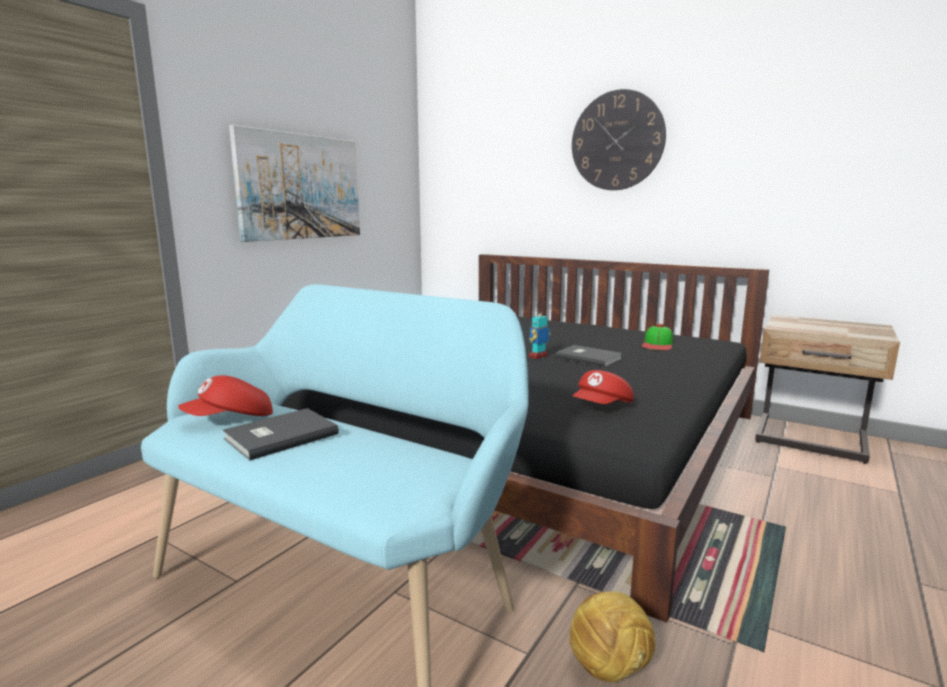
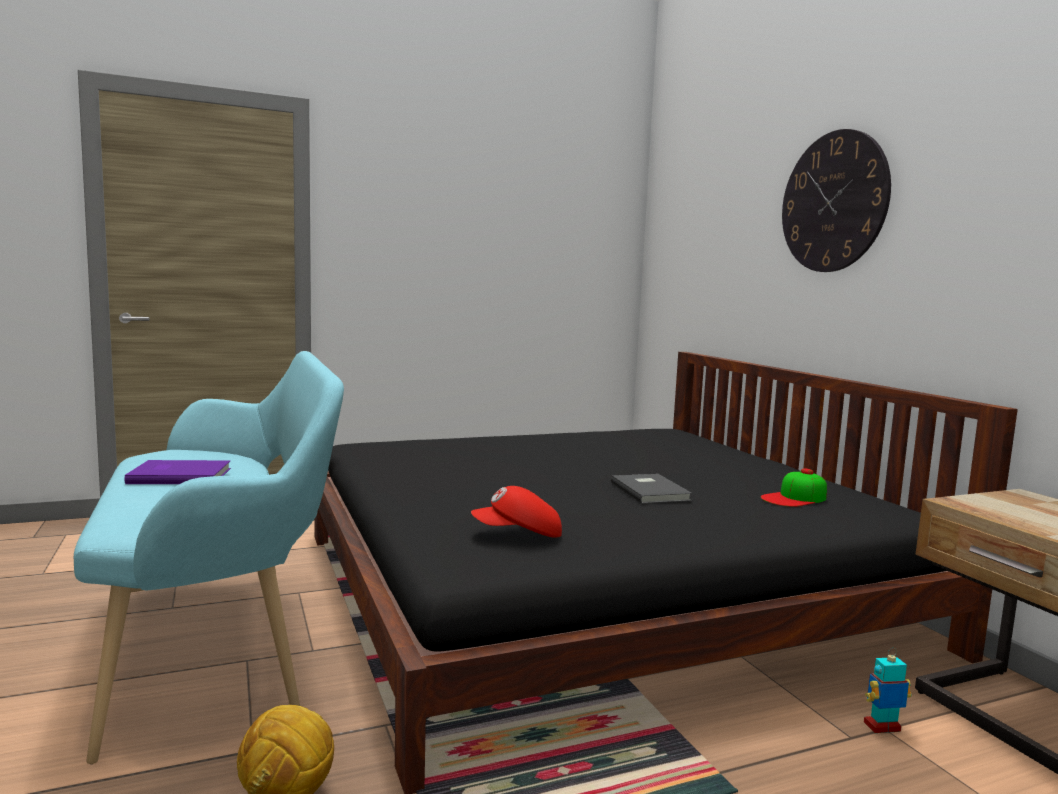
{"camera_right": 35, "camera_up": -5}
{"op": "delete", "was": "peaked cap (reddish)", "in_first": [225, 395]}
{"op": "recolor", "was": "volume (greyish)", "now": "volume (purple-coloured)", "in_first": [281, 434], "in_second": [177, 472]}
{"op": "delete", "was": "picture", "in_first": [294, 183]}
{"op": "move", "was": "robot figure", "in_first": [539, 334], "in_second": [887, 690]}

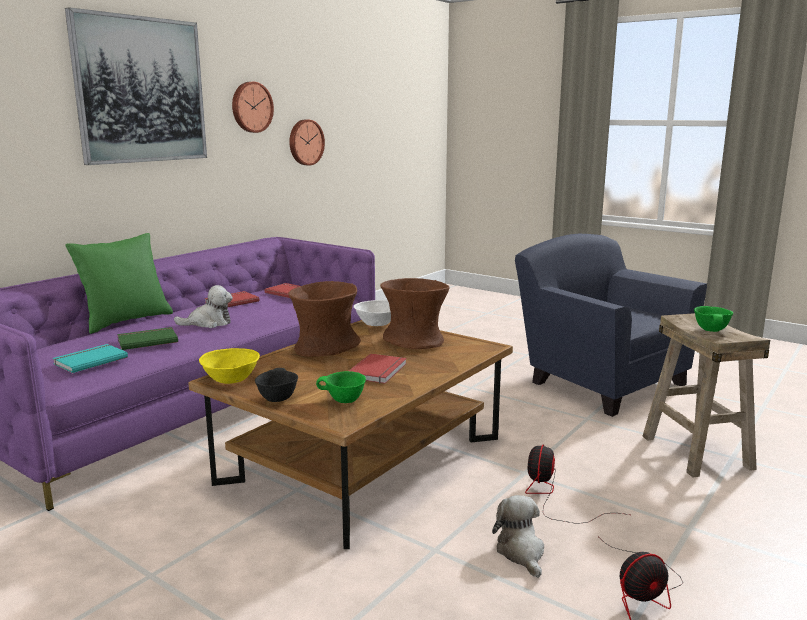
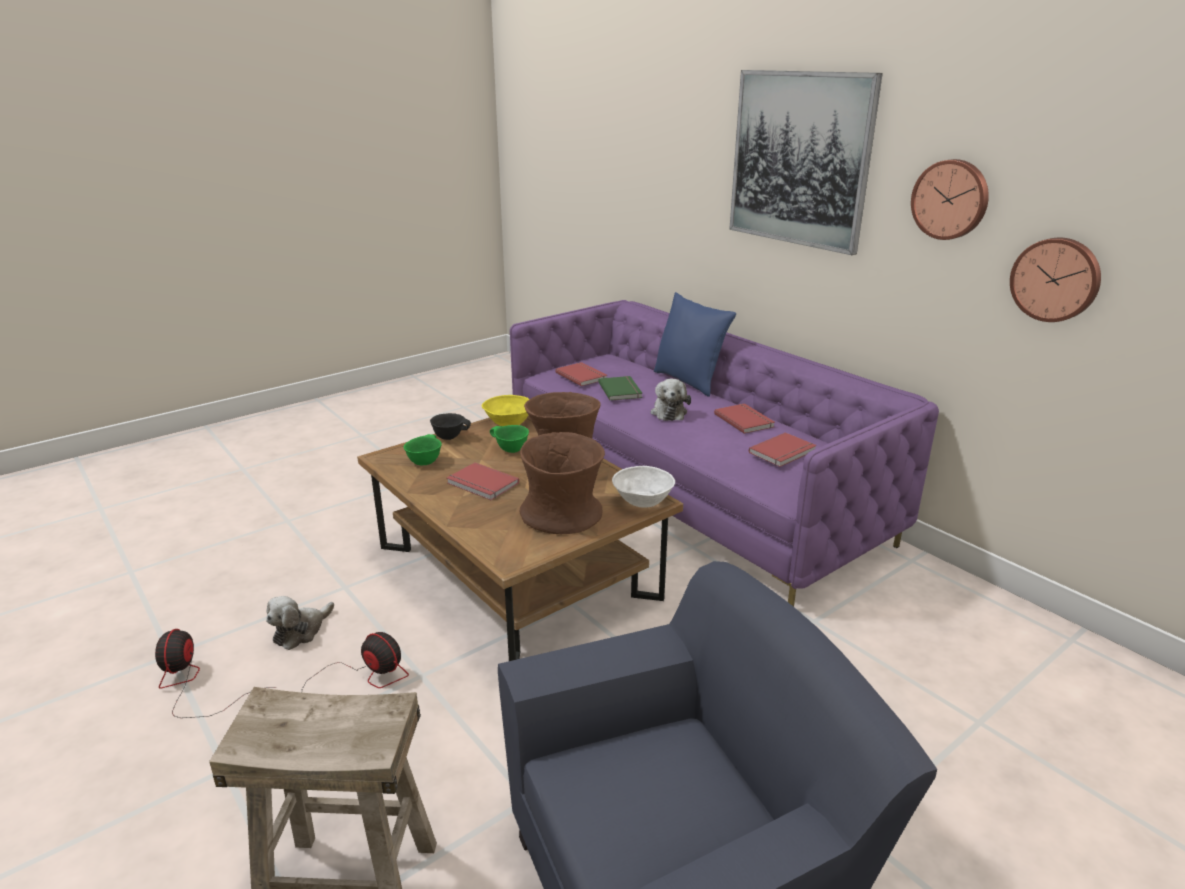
{"camera_right": 105, "camera_up": 10}
{"op": "recolor", "was": "volume (blue-green)", "now": "volume (reddish)", "in_first": [90, 358], "in_second": [581, 374]}
{"op": "recolor", "was": "throw pillow (greenish)", "now": "throw pillow (blue-coloured)", "in_first": [119, 283], "in_second": [695, 344]}
{"op": "rotate", "was": "soft toy", "in_first": [518, 536], "in_second": [300, 623], "clockwise": 120}
{"op": "move", "was": "bowl (greenish)", "in_first": [713, 319], "in_second": [509, 439]}

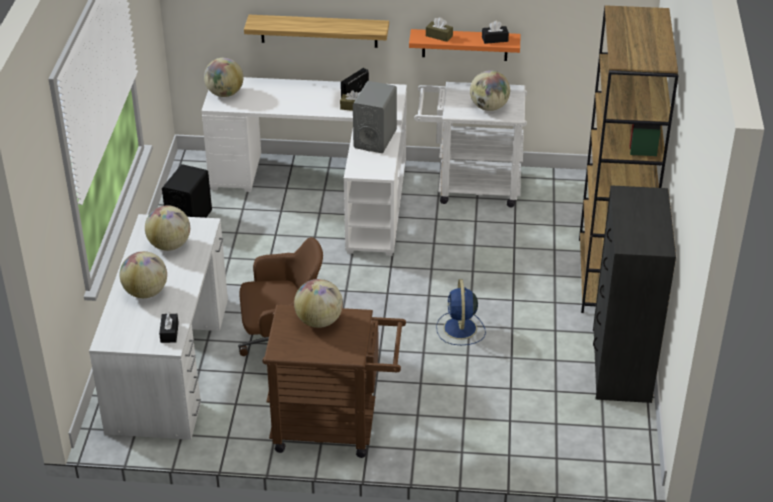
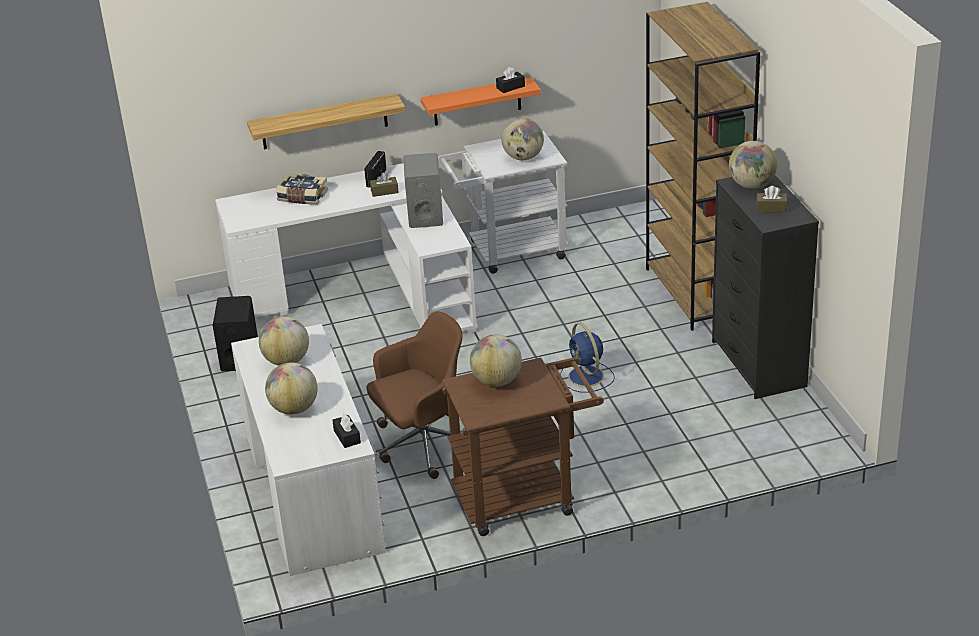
{"camera_right": -20, "camera_up": -5}
{"op": "move", "was": "globe", "in_first": [224, 77], "in_second": [753, 165]}
{"op": "move", "was": "tissue holder (brown-coloured)", "in_first": [439, 29], "in_second": [772, 199]}
{"op": "insert", "now": "volume", "in_second": [302, 189]}

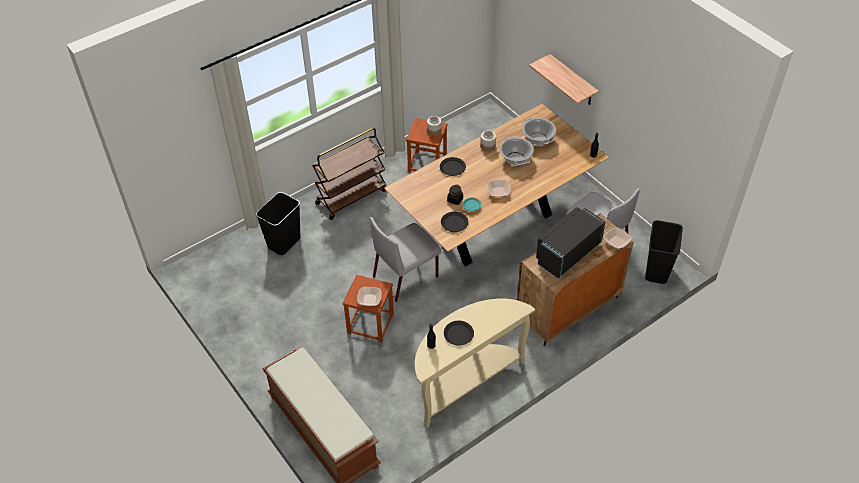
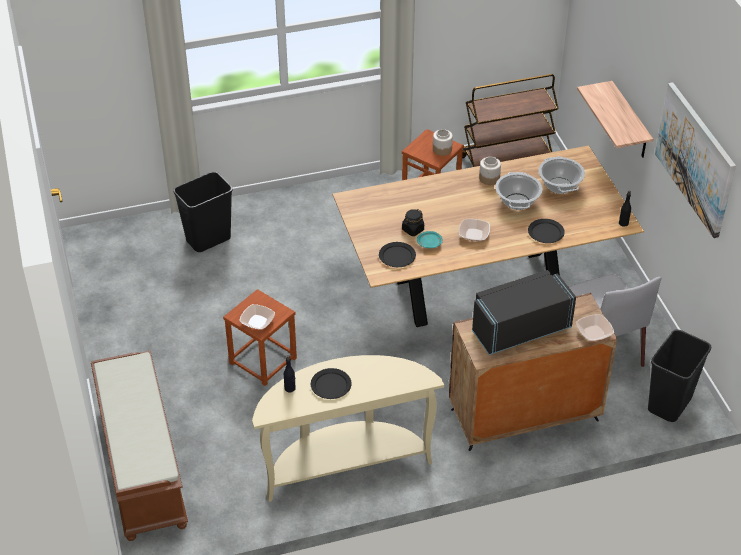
{"camera_right": 20, "camera_up": -5}
{"op": "move", "was": "trolley (brown-coloured)", "in_first": [349, 174], "in_second": [510, 120]}
{"op": "delete", "was": "chair (greyish)", "in_first": [405, 259]}
{"op": "move", "was": "flat dish (blackish)", "in_first": [453, 166], "in_second": [546, 231]}
{"op": "insert", "now": "picture", "in_second": [695, 160]}

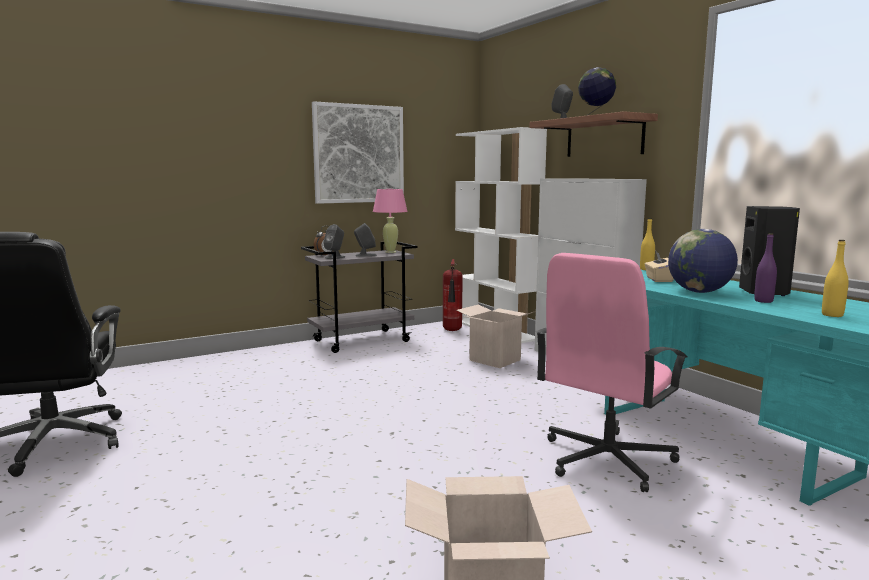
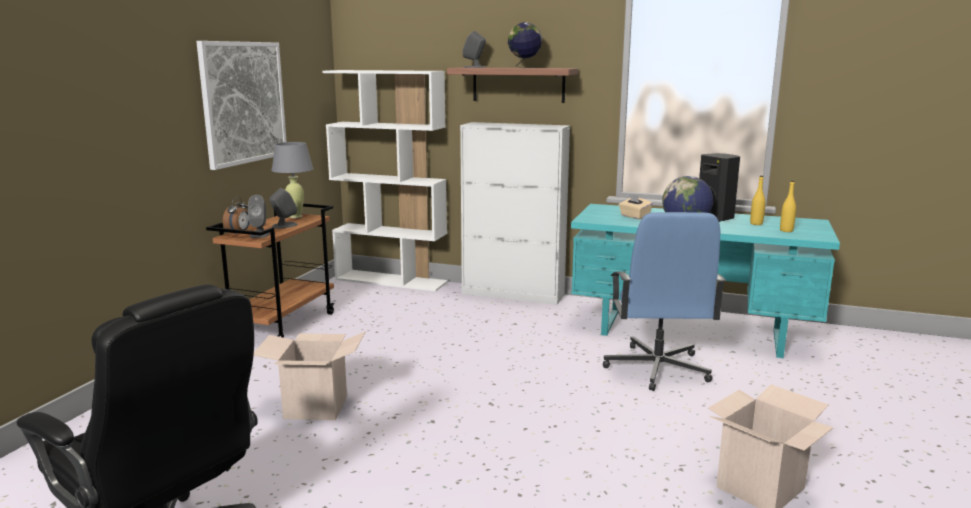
{"camera_right": -40, "camera_up": 5}
{"op": "recolor", "was": "trolley (greyish)", "now": "trolley (brown-coloured)", "in_first": [359, 297], "in_second": [270, 271]}
{"op": "recolor", "was": "table lamp (pink-coloured)", "now": "table lamp (greyish)", "in_first": [390, 221], "in_second": [292, 180]}
{"op": "delete", "was": "extinguisher", "in_first": [453, 295]}
{"op": "move", "was": "carton", "in_first": [496, 336], "in_second": [310, 375]}
{"op": "recolor", "was": "office chair (pink-coloured)", "now": "office chair (blue-coloured)", "in_first": [612, 372], "in_second": [664, 301]}
{"op": "move", "was": "bottle (yellow)", "in_first": [647, 244], "in_second": [757, 200]}
{"op": "delete", "was": "bottle (purple-coloured)", "in_first": [765, 268]}

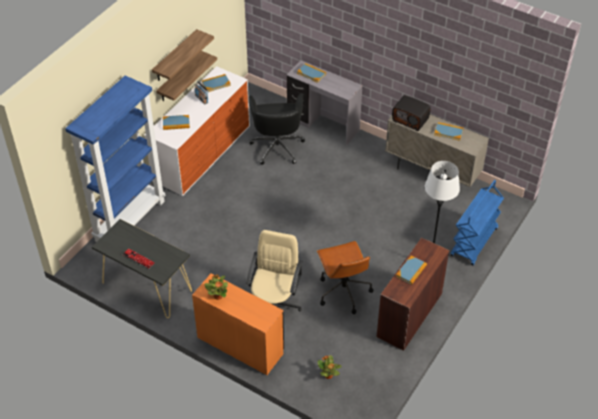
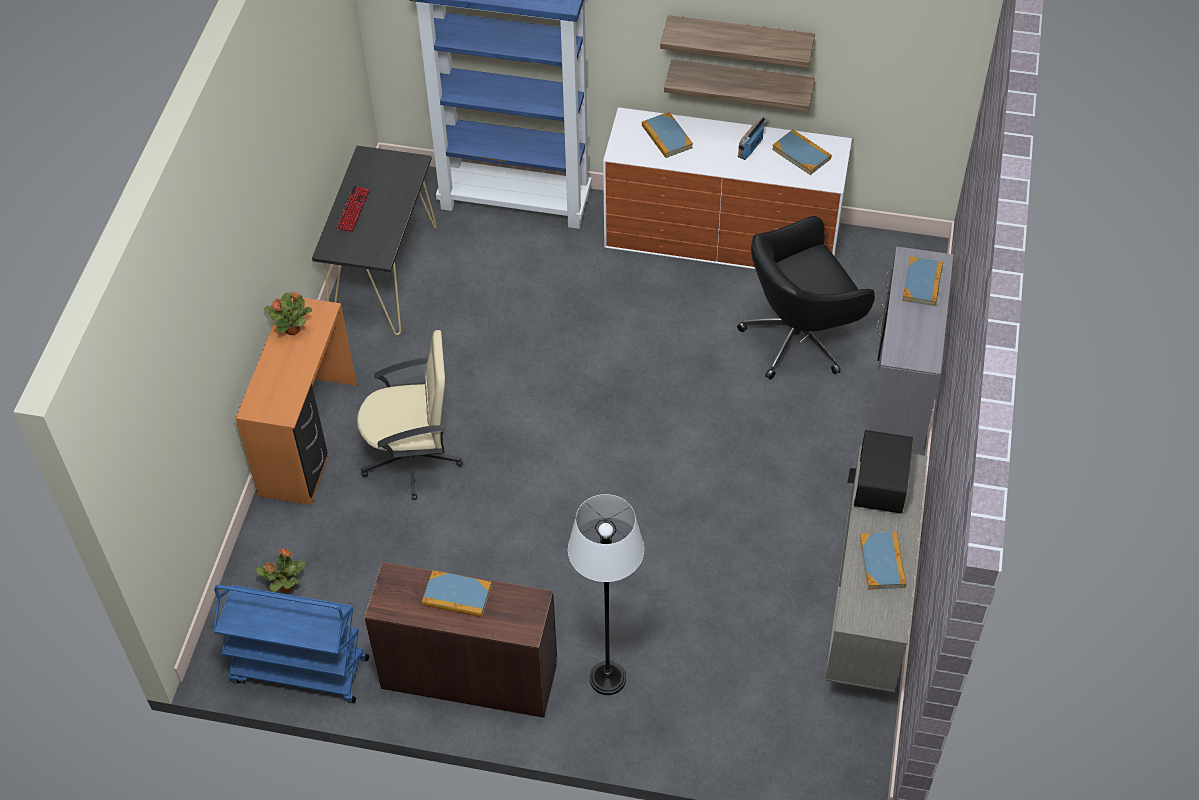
{"camera_right": 70, "camera_up": 5}
{"op": "delete", "was": "office chair (brown-coloured)", "in_first": [345, 277]}
{"op": "move", "was": "trolley (blue-coloured)", "in_first": [477, 223], "in_second": [291, 644]}

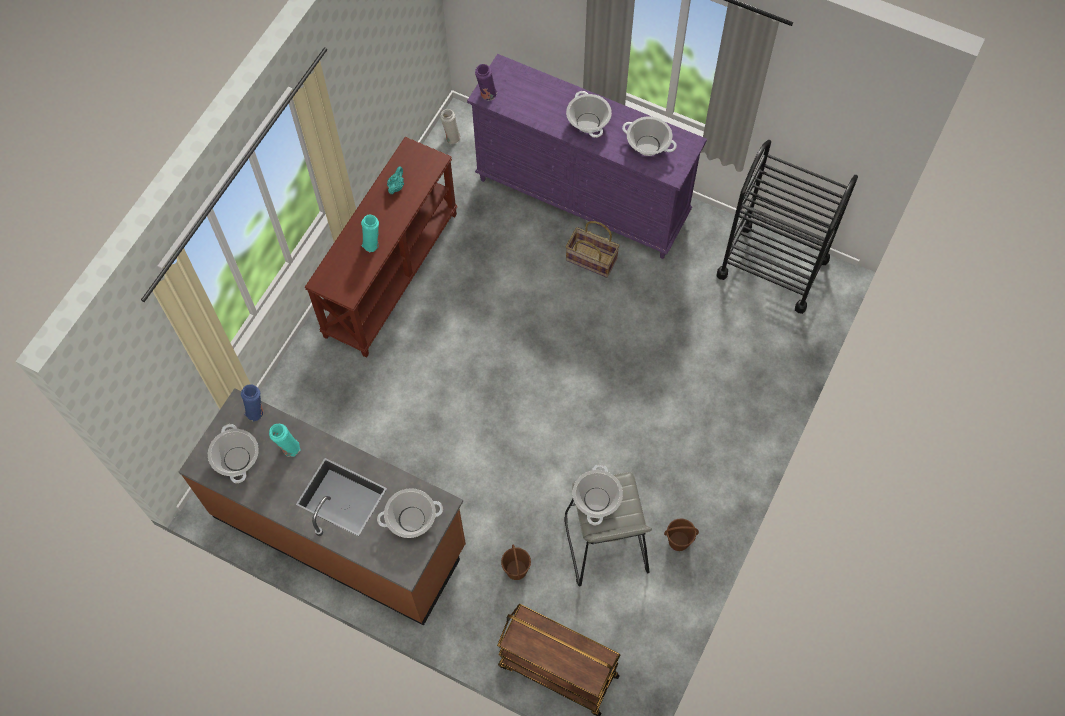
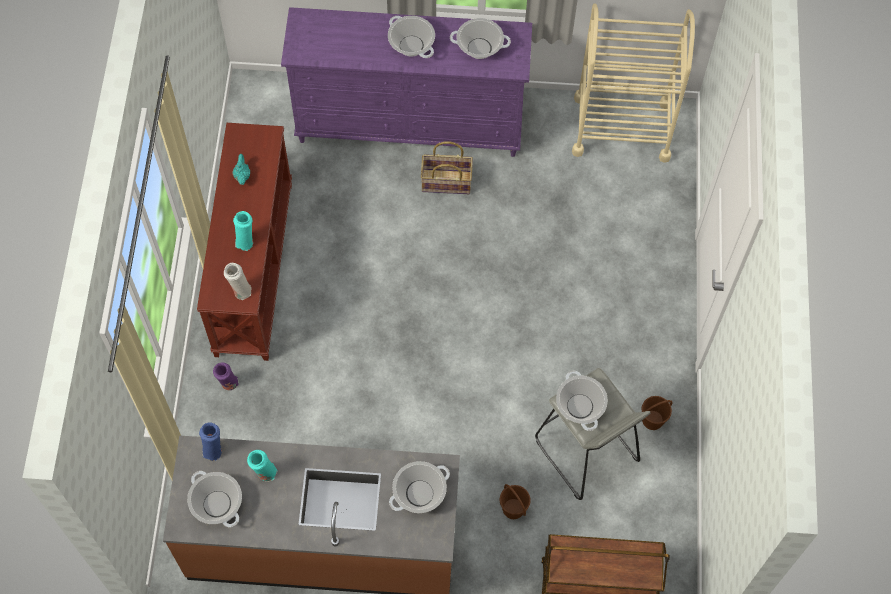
{"camera_right": -25, "camera_up": 0}
{"op": "move", "was": "decorative vase (white)", "in_first": [450, 126], "in_second": [237, 281]}
{"op": "move", "was": "decorative vase (purple-coloured)", "in_first": [486, 82], "in_second": [226, 377]}
{"op": "recolor", "was": "trolley (blackish)", "now": "trolley (sand-coloured)", "in_first": [787, 227], "in_second": [633, 83]}

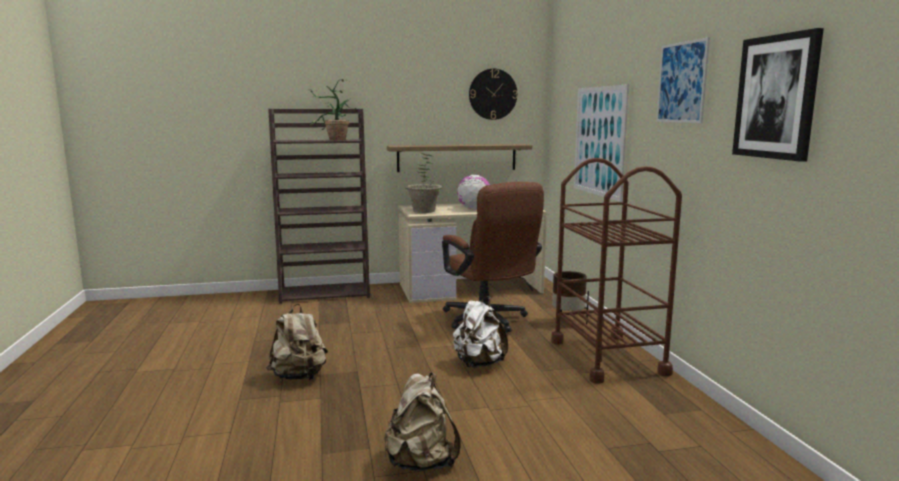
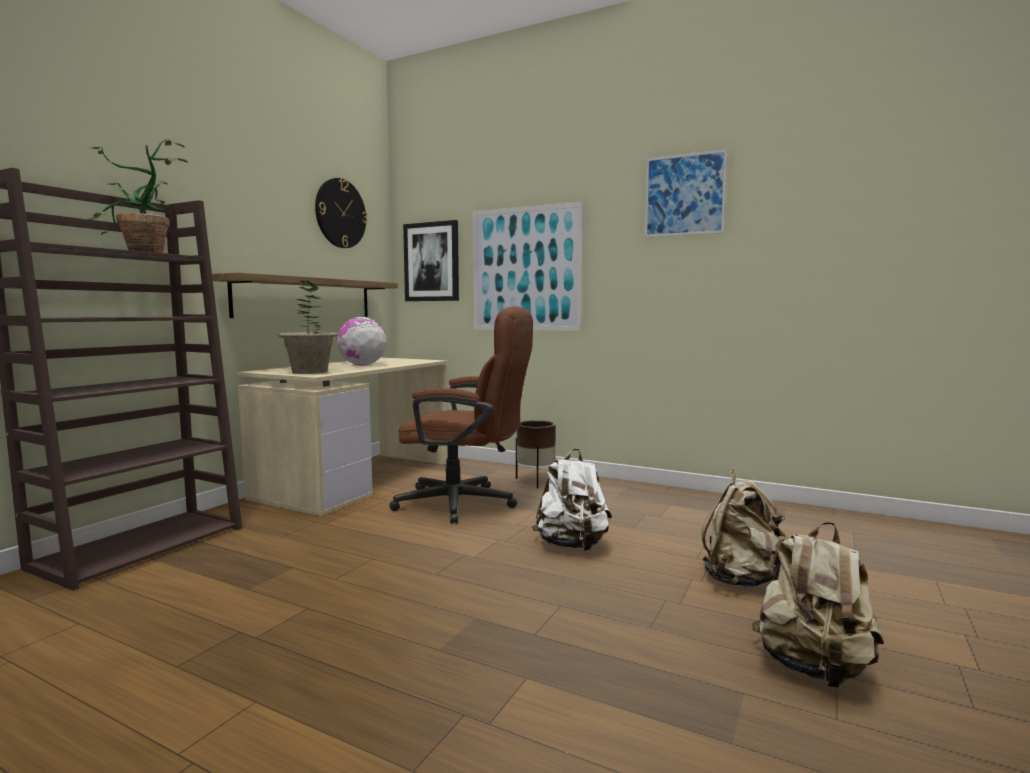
{"camera_right": -50, "camera_up": -5}
{"op": "move", "was": "knapsack (sand-coloured)", "in_first": [297, 342], "in_second": [745, 528]}
{"op": "delete", "was": "trolley (brown-coloured)", "in_first": [616, 271]}
{"op": "move", "was": "picture", "in_first": [778, 95], "in_second": [431, 260]}

